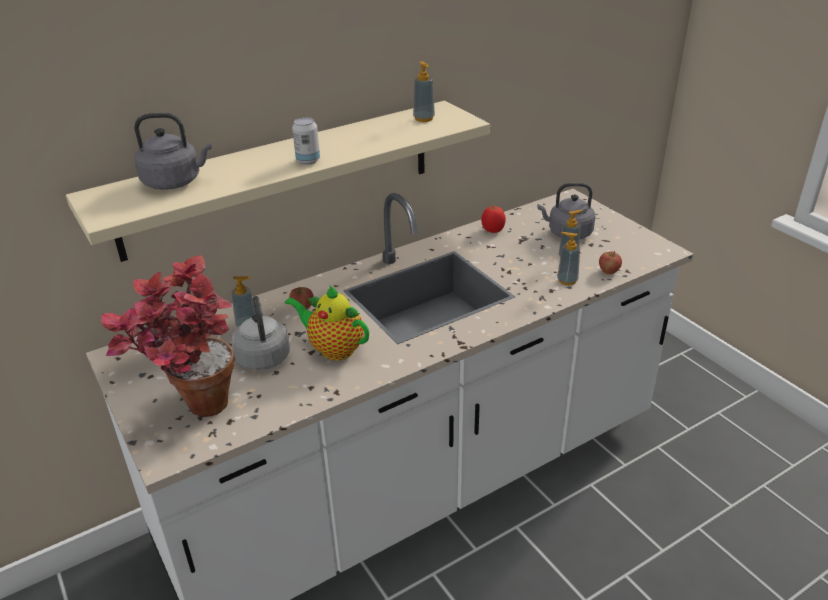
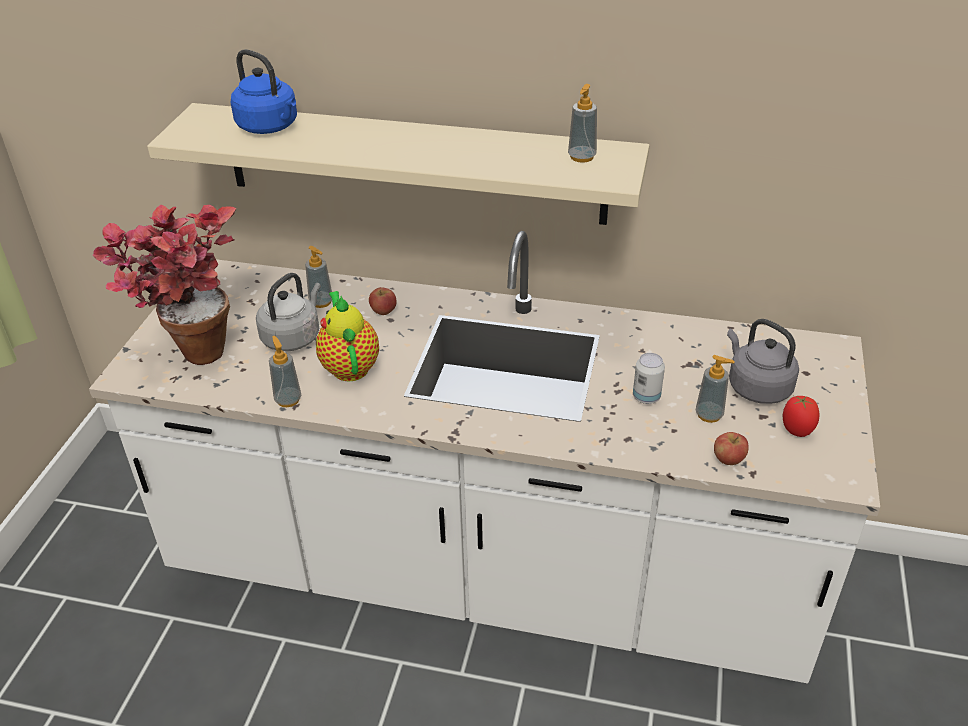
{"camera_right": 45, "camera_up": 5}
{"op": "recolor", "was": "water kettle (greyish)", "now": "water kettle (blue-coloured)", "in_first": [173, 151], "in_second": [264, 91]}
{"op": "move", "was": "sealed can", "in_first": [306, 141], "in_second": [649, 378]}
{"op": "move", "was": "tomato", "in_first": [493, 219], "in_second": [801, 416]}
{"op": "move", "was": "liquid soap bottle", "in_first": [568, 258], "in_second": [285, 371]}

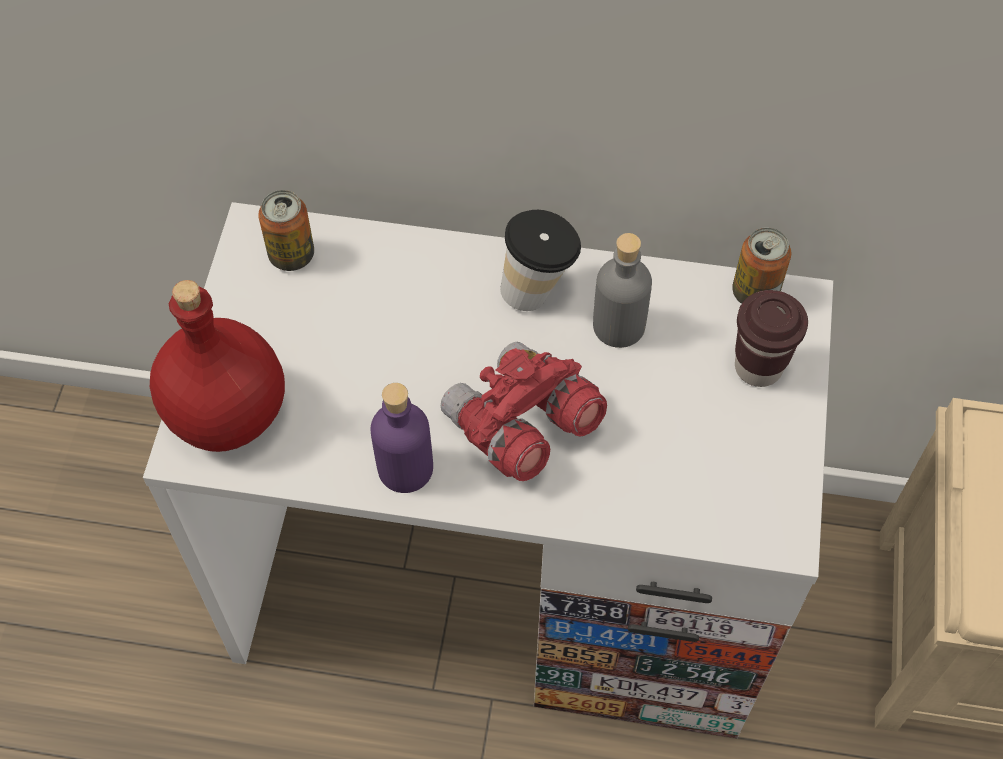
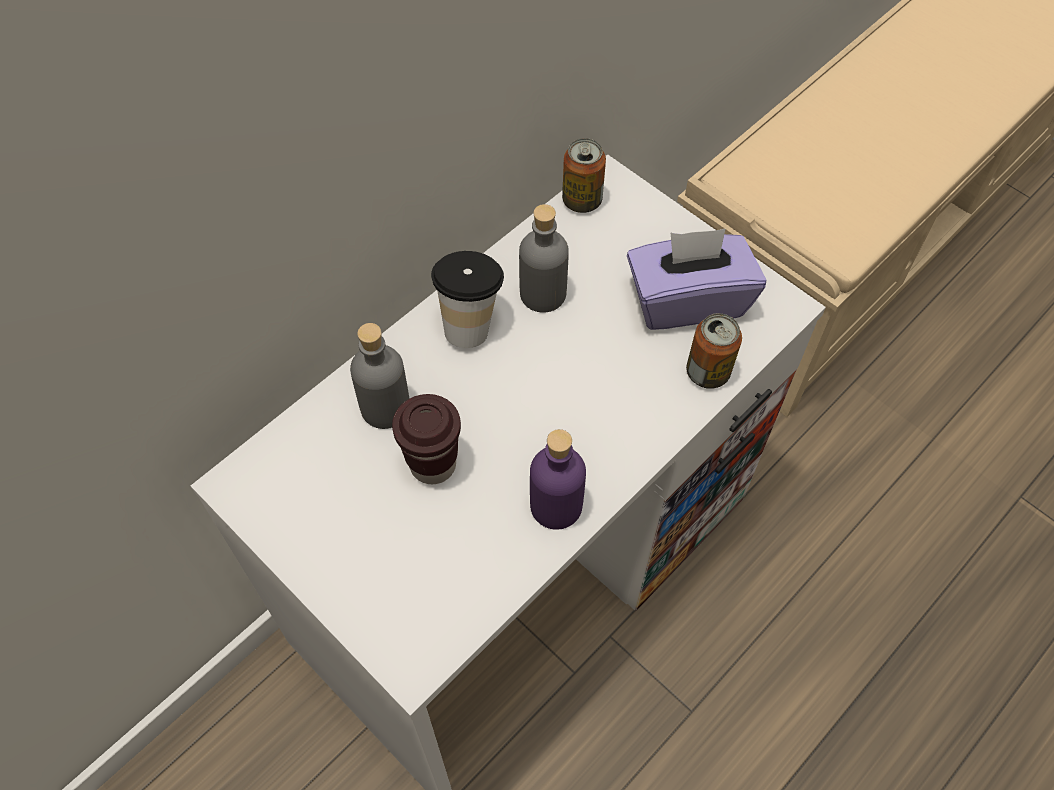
{"camera_right": -55, "camera_up": 0}
{"op": "delete", "was": "bottle (reddish)", "in_first": [217, 366]}
{"op": "move", "was": "sealed can", "in_first": [286, 230], "in_second": [714, 351]}
{"op": "delete", "was": "binoculars (reddish)", "in_first": [524, 411]}
{"op": "move", "was": "drinking cup (brown-coloured)", "in_first": [771, 338], "in_second": [426, 439]}
{"op": "insert", "now": "bottle (greyish)", "in_second": [379, 376]}
{"op": "insert", "now": "tissue holder (purple-coloured)", "in_second": [697, 279]}

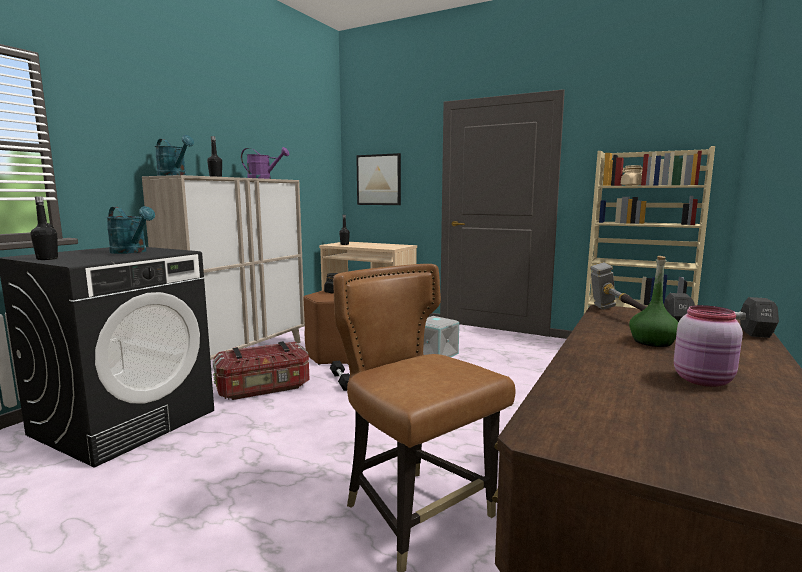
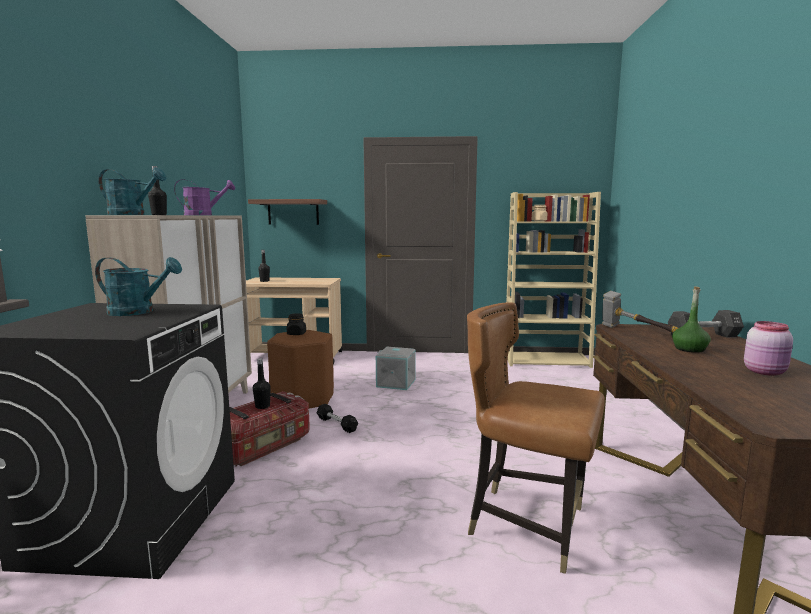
{"camera_right": -25, "camera_up": 0}
{"op": "move", "was": "bottle (blackish)", "in_first": [44, 228], "in_second": [262, 383]}
{"op": "replace", "was": "picture", "now": "wall shelf", "in_first": [378, 179], "in_second": [287, 212]}

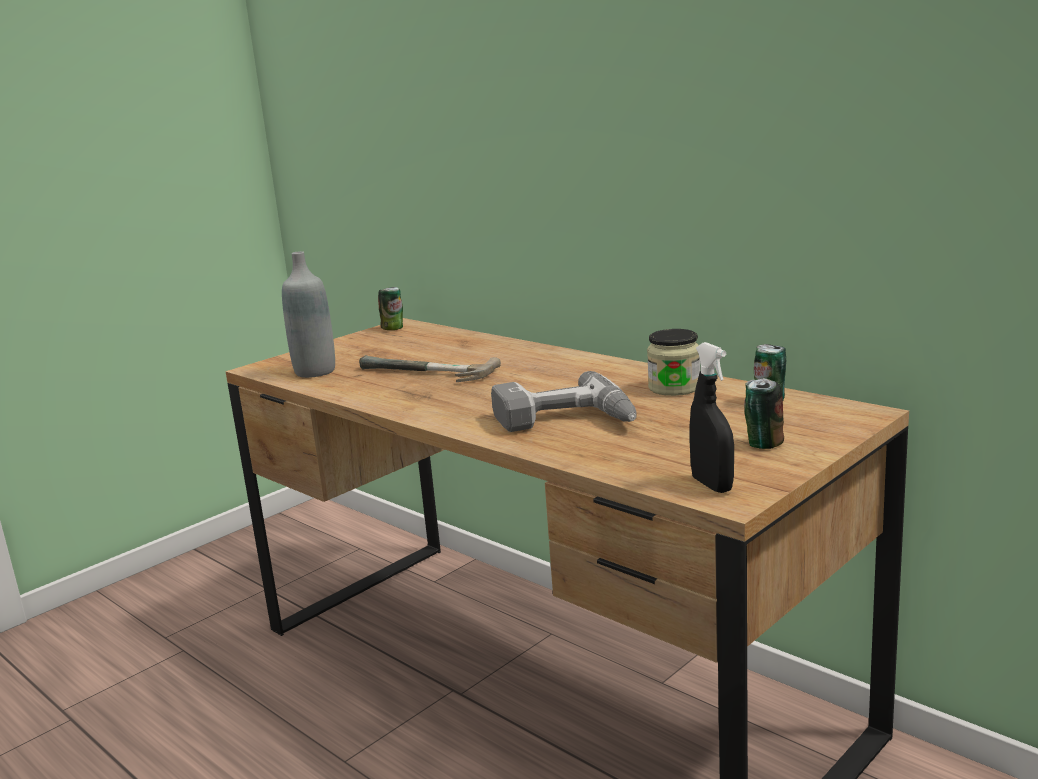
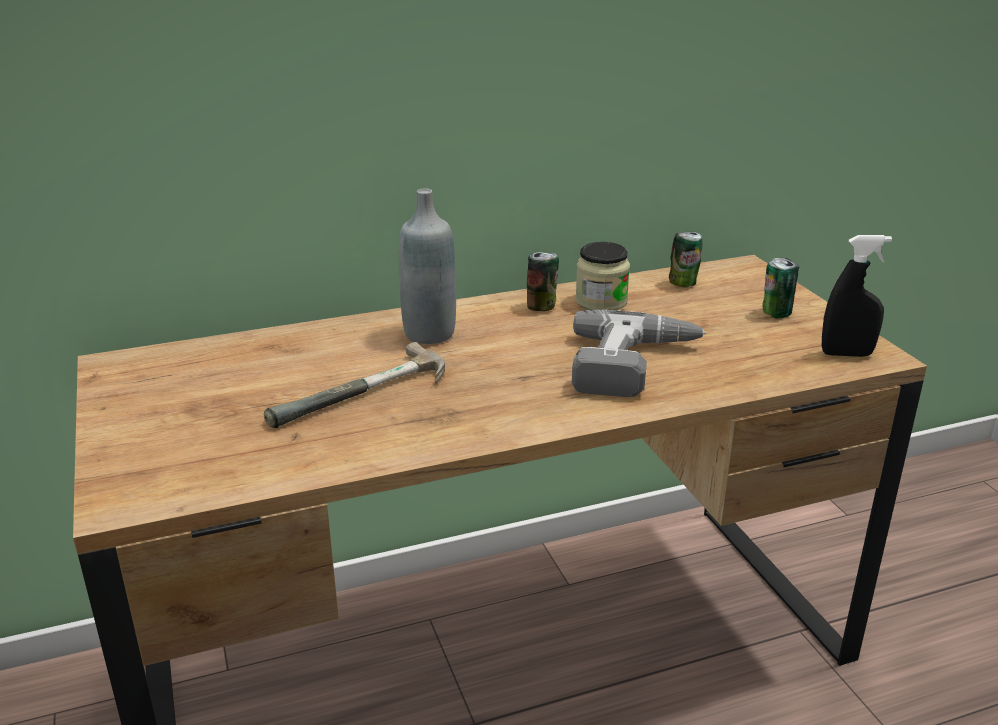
{"camera_right": -65, "camera_up": 10}
{"op": "move", "was": "bottle (greyish)", "in_first": [308, 314], "in_second": [427, 266]}
{"op": "move", "was": "sealed can", "in_first": [390, 308], "in_second": [543, 281]}

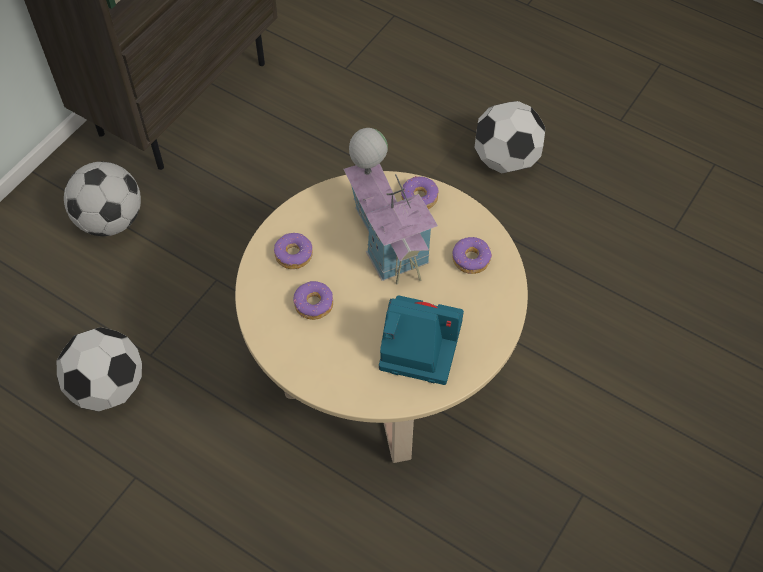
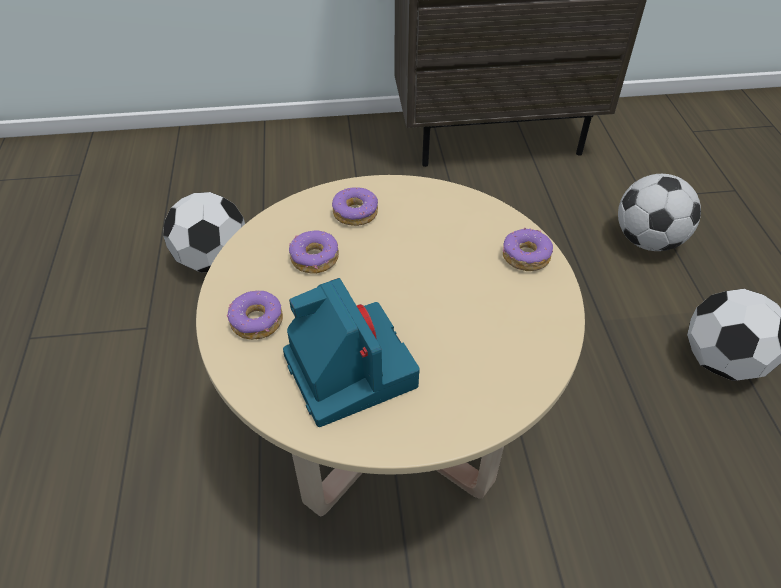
{"camera_right": 50, "camera_up": -10}
{"op": "move", "was": "football ball", "in_first": [102, 199], "in_second": [659, 212]}
{"op": "delete", "was": "miniature house", "in_first": [391, 206]}
{"op": "move", "was": "ring doughnut", "in_first": [472, 255], "in_second": [255, 315]}

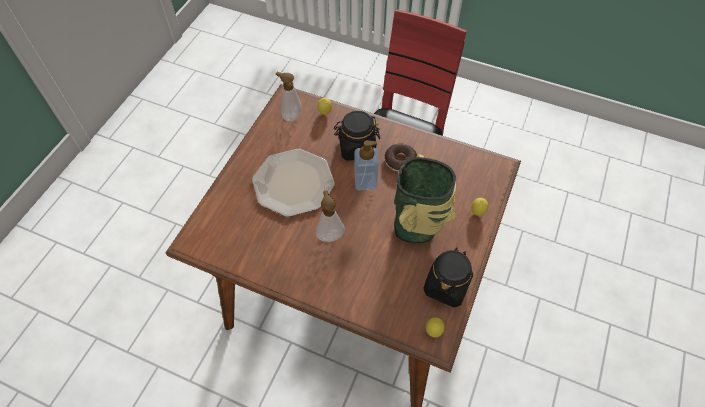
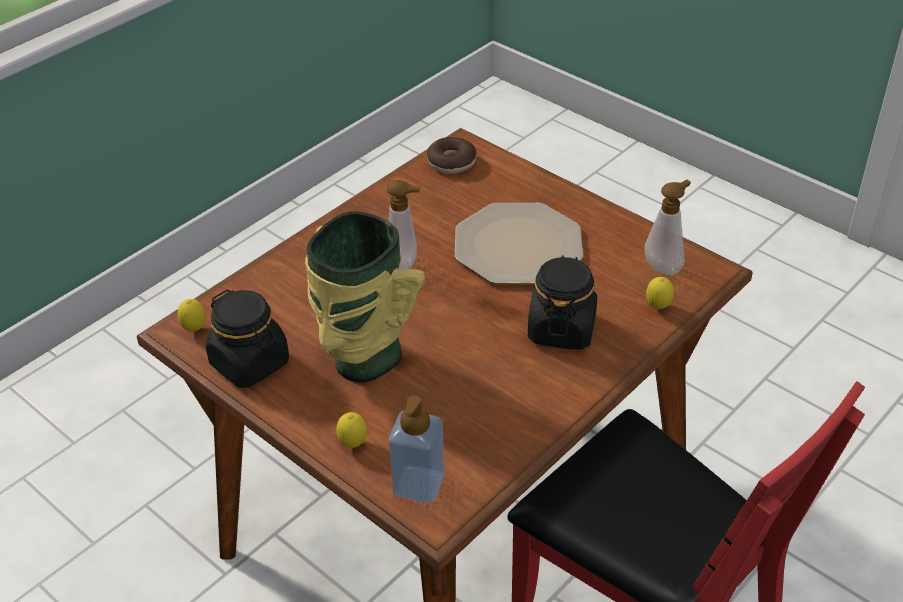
{"camera_right": 110, "camera_up": -15}
{"op": "move", "was": "liquid soap bottle", "in_first": [367, 165], "in_second": [416, 449]}
{"op": "move", "was": "ring doughnut", "in_first": [400, 158], "in_second": [452, 155]}

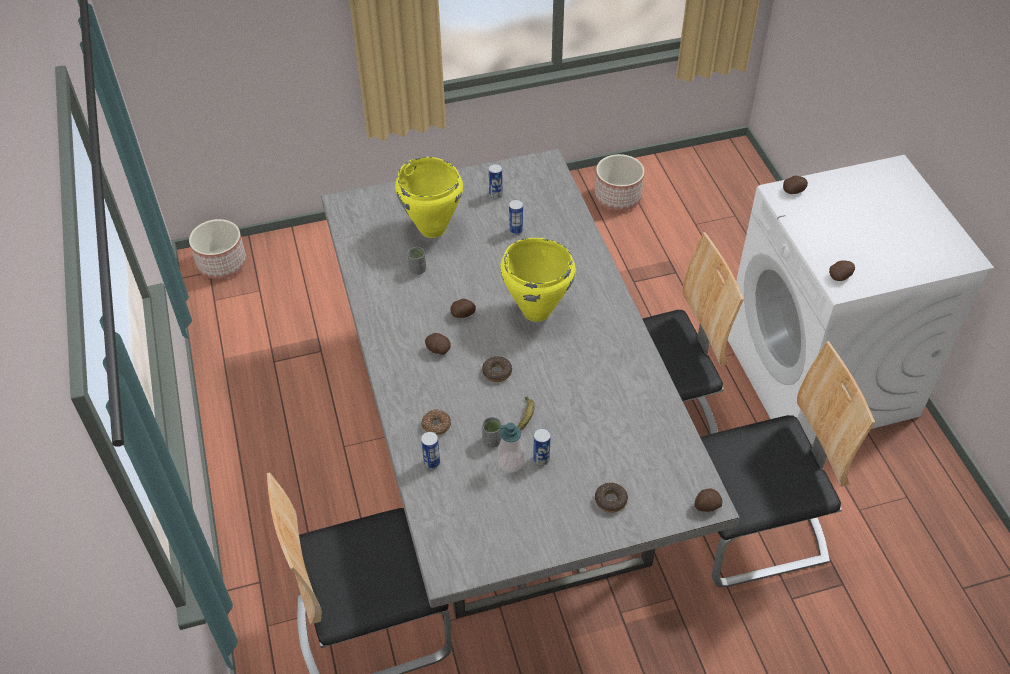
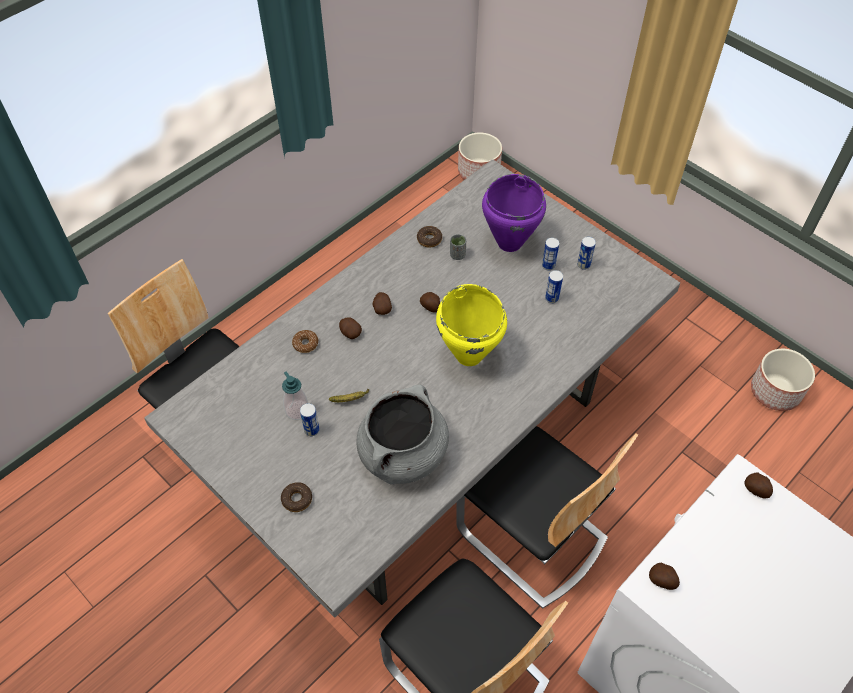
{"camera_right": 60, "camera_up": 5}
{"op": "recolor", "was": "cooking pot (yellow)", "now": "cooking pot (purple-coloured)", "in_first": [429, 197], "in_second": [514, 213]}
{"op": "move", "was": "sealed can", "in_first": [430, 450], "in_second": [550, 254]}
{"op": "move", "was": "ring doughnut", "in_first": [497, 369], "in_second": [429, 237]}
{"op": "delete", "was": "drinking cup (greyish)", "in_first": [492, 432]}
{"op": "move", "was": "spud", "in_first": [709, 500], "in_second": [350, 328]}
{"op": "insert", "now": "cooking pot (greyish)", "in_second": [402, 435]}

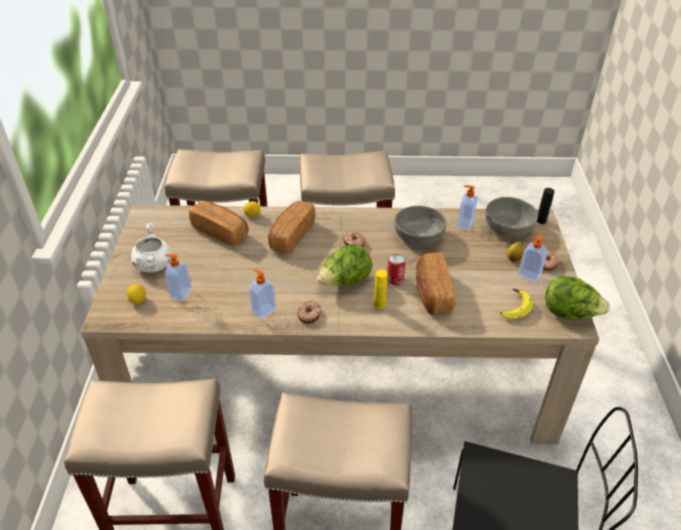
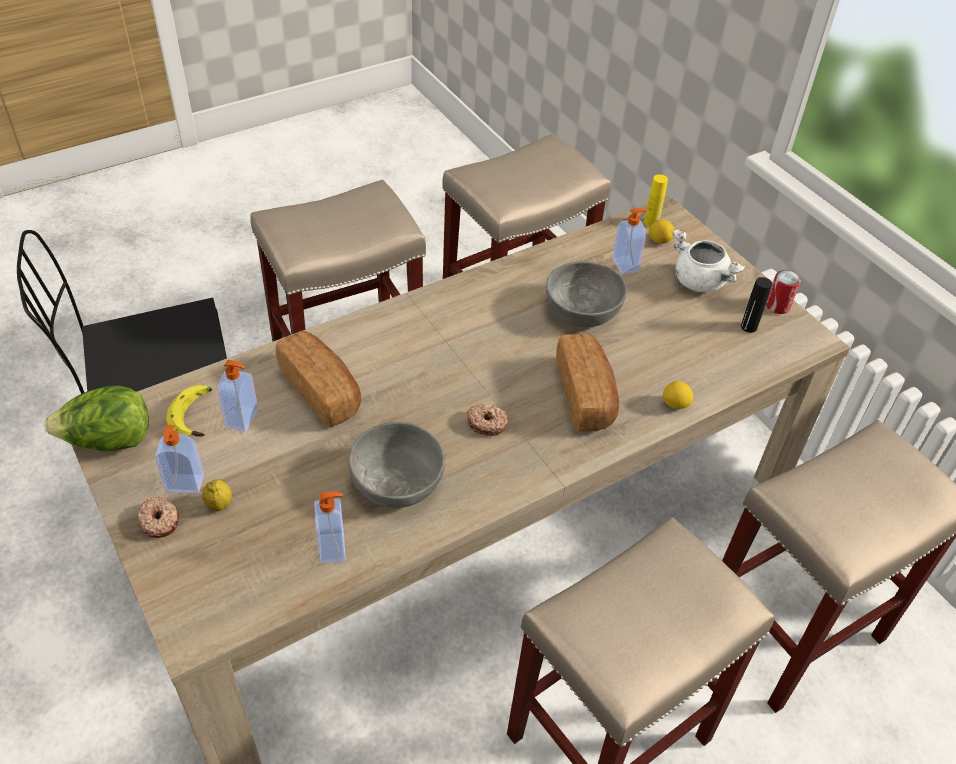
{"camera_right": 145, "camera_up": 5}
{"op": "delete", "was": "baked bread", "in_first": [218, 223]}
{"op": "move", "was": "liquid soap bottle", "in_first": [262, 294], "in_second": [238, 396]}
{"op": "delete", "was": "ring doughnut", "in_first": [309, 312]}
{"op": "delete", "was": "lettuce head", "in_first": [345, 265]}
{"op": "move", "was": "bottle (yellow)", "in_first": [381, 289], "in_second": [656, 200]}
{"op": "move", "was": "sealed can", "in_first": [396, 269], "in_second": [783, 292]}
{"op": "move", "was": "bowl (greyish)", "in_first": [512, 217], "in_second": [586, 294]}
{"op": "move", "was": "bottle (blackish)", "in_first": [545, 206], "in_second": [756, 305]}

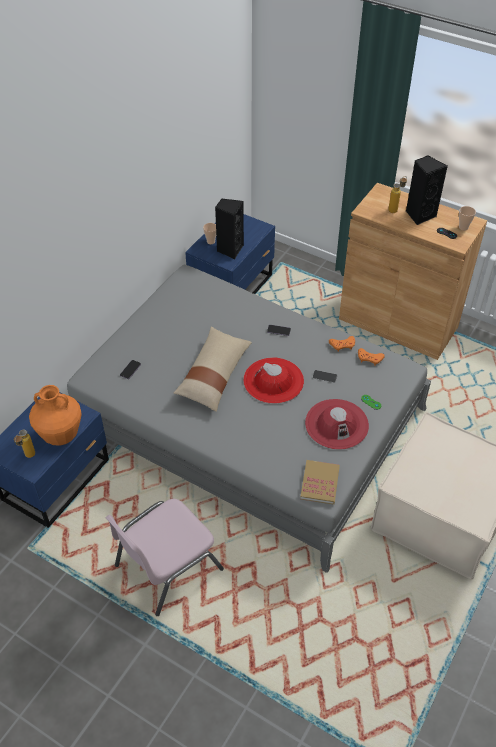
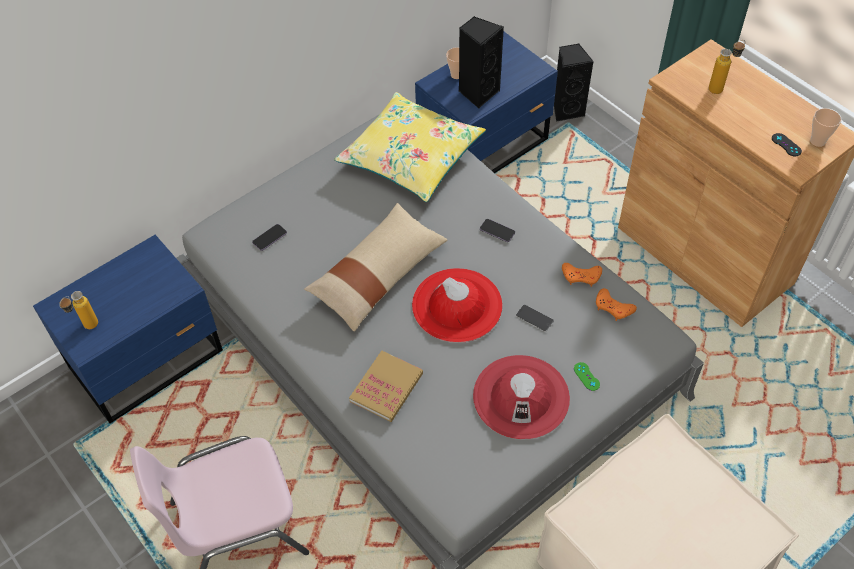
{"camera_right": 20, "camera_up": 5}
{"op": "delete", "was": "decorative vase (orangey)", "in_first": [55, 415]}
{"op": "move", "was": "volume", "in_first": [320, 482], "in_second": [386, 386]}
{"op": "move", "was": "loudspeaker (blackish)", "in_first": [427, 190], "in_second": [574, 82]}
{"op": "insert", "now": "throw pillow (yellow)", "in_second": [410, 147]}

